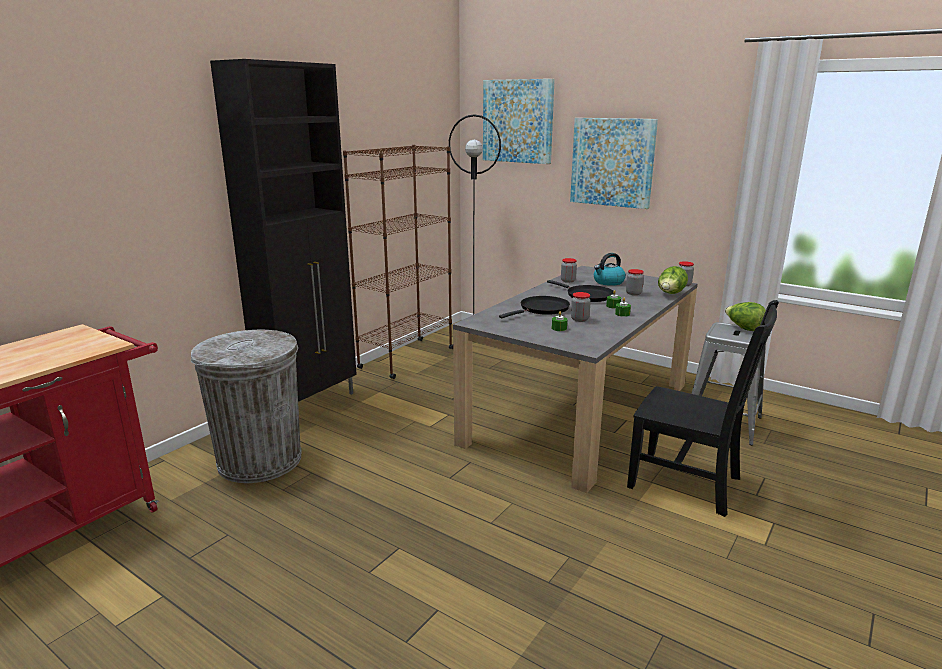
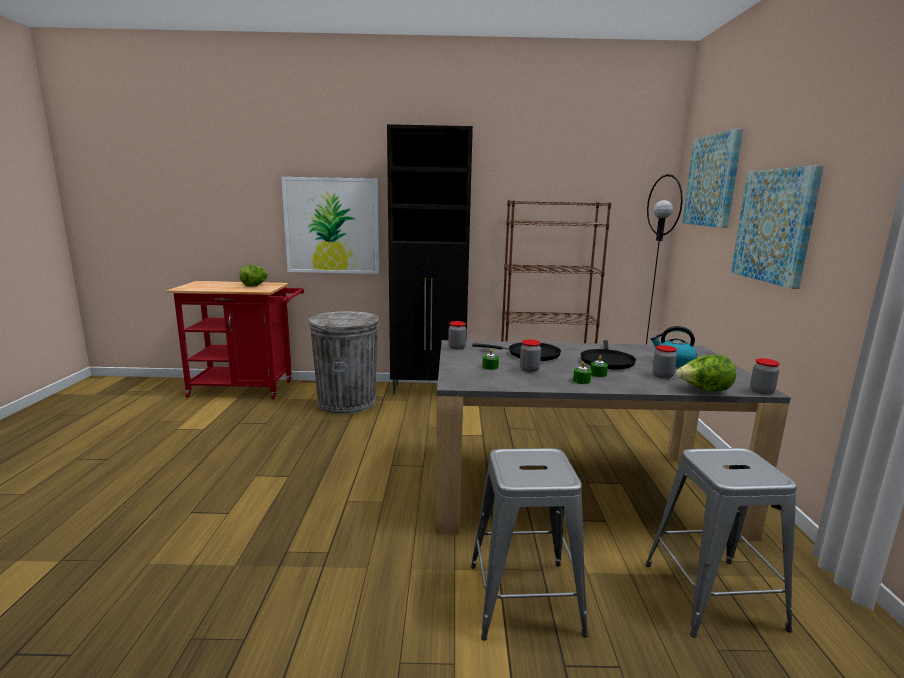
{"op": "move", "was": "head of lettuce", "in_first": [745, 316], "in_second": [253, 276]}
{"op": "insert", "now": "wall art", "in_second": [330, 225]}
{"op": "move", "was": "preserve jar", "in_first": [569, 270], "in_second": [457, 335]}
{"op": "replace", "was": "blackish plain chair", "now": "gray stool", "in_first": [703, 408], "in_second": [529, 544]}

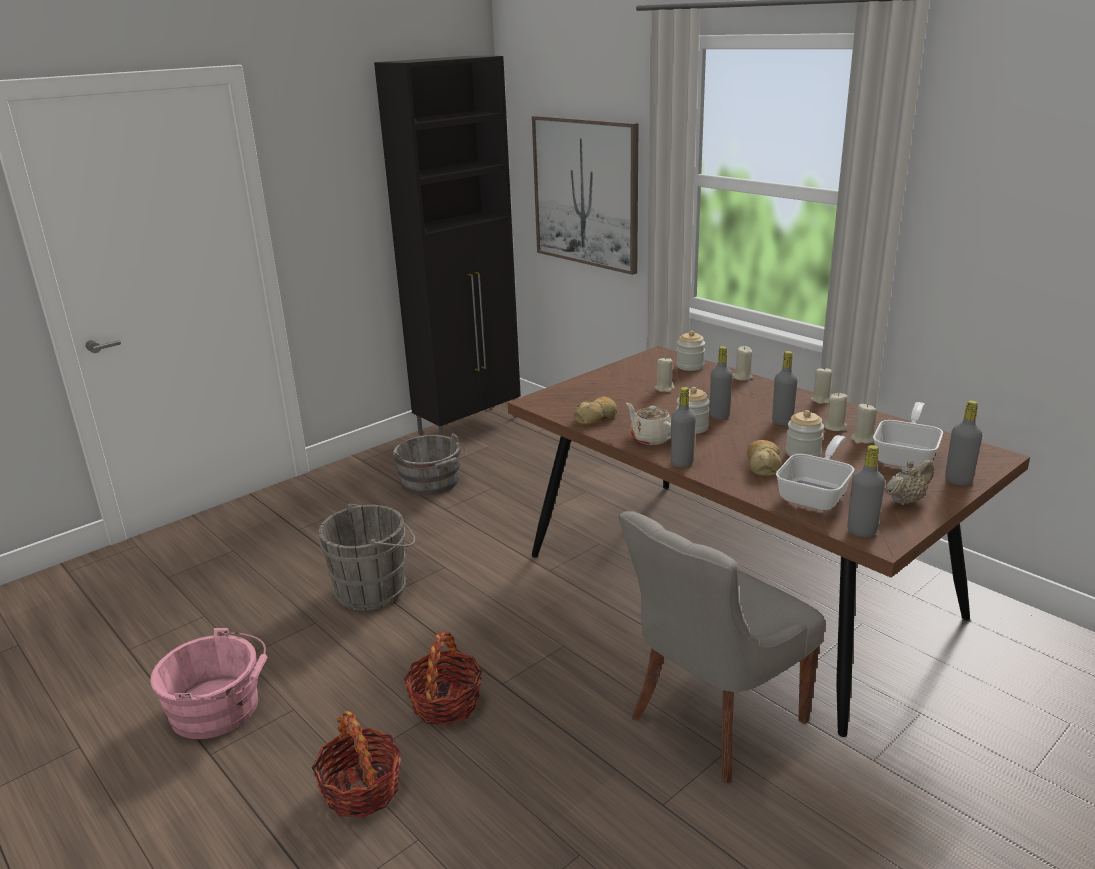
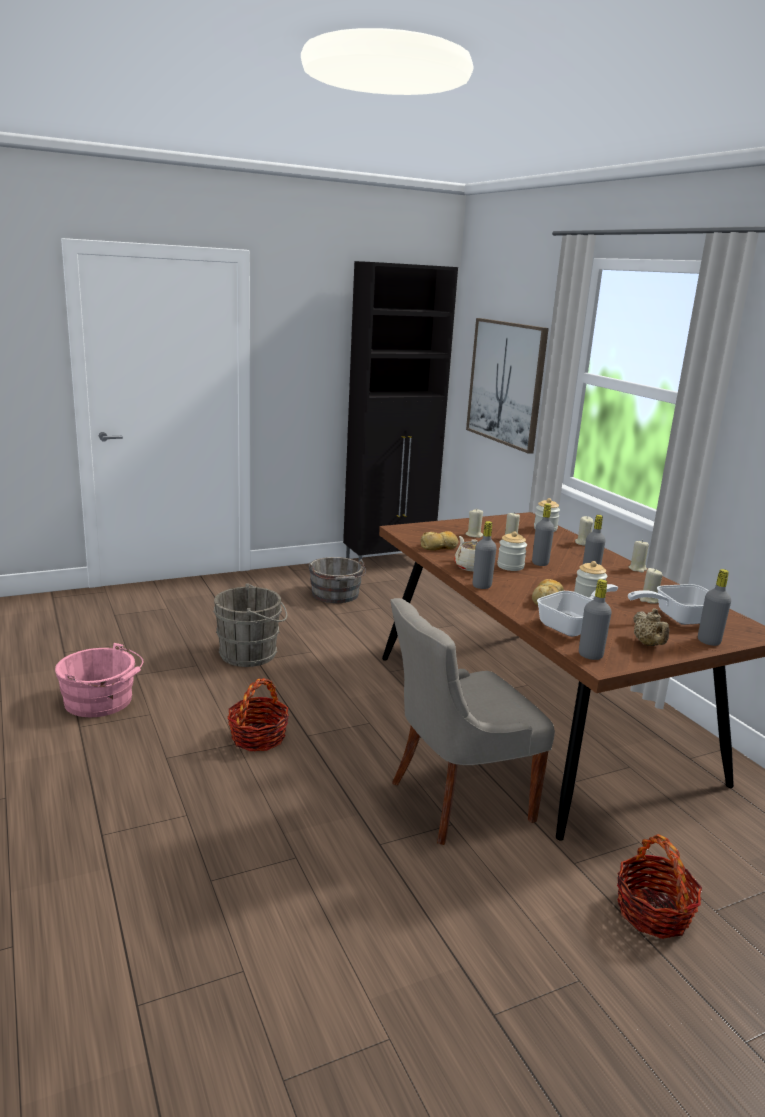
{"op": "move", "was": "sand-coloured wax candle", "in_first": [835, 412], "in_second": [474, 523]}
{"op": "move", "was": "household basket", "in_first": [357, 764], "in_second": [659, 886]}
{"op": "rotate", "was": "frying pan", "in_first": [908, 434], "in_second": [668, 604], "clockwise": -150}
{"op": "rotate", "was": "sand-coloured teapot", "in_first": [910, 482], "in_second": [651, 627], "clockwise": 90}

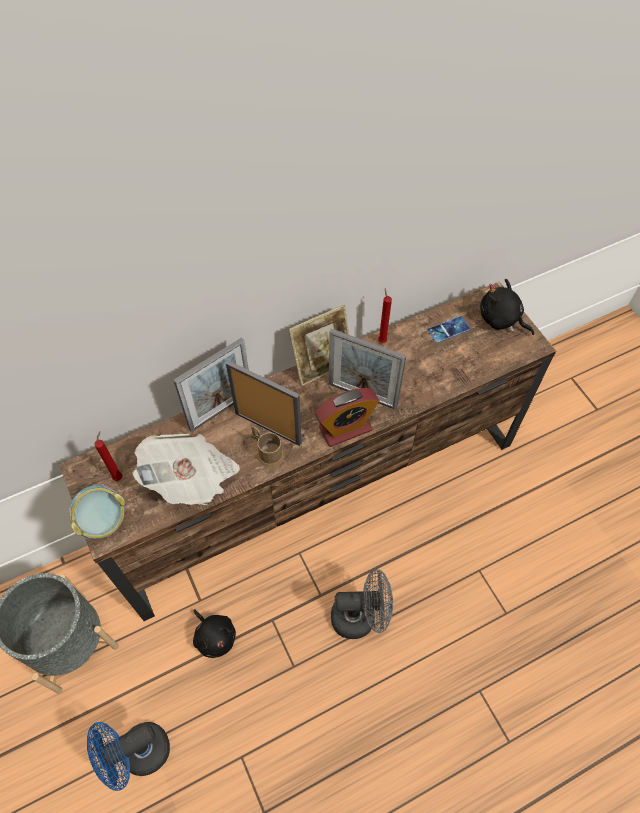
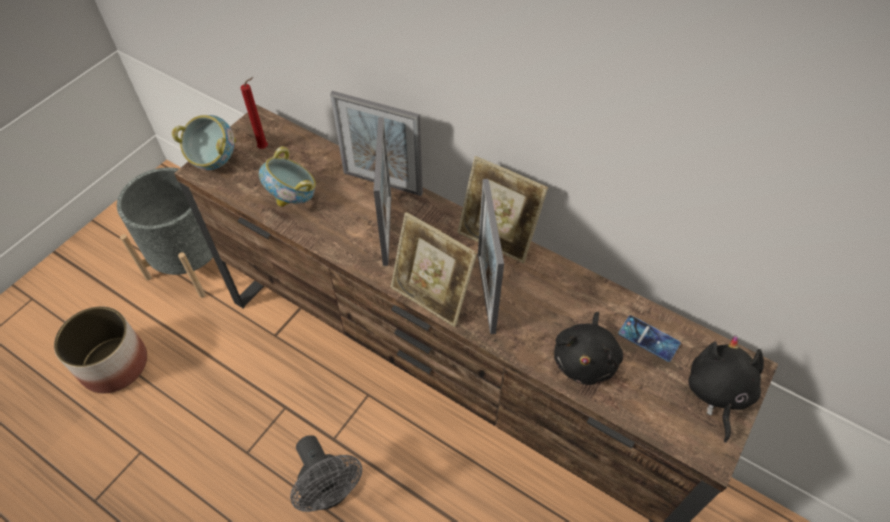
{"op": "replace", "was": "blue-coloured electric fan", "now": "planter", "in_first": [128, 756], "in_second": [100, 349]}
{"op": "replace", "was": "daily paper", "now": "bowl", "in_first": [186, 469], "in_second": [287, 176]}
{"op": "replace", "was": "table clock", "now": "photo frame", "in_first": [347, 417], "in_second": [434, 269]}
{"op": "move", "was": "blackish soft toy", "in_first": [214, 633], "in_second": [588, 348]}
{"op": "delete", "was": "brown tea mug", "in_first": [268, 447]}
{"op": "delete", "was": "reddish wax candle", "in_first": [385, 315]}

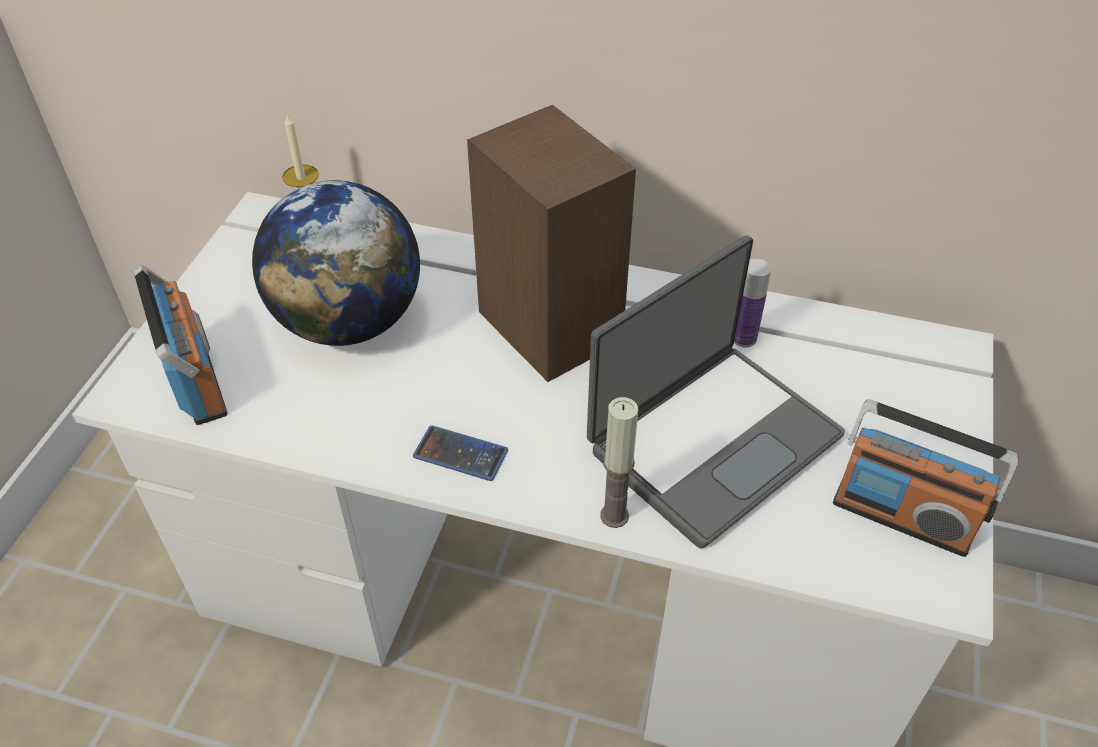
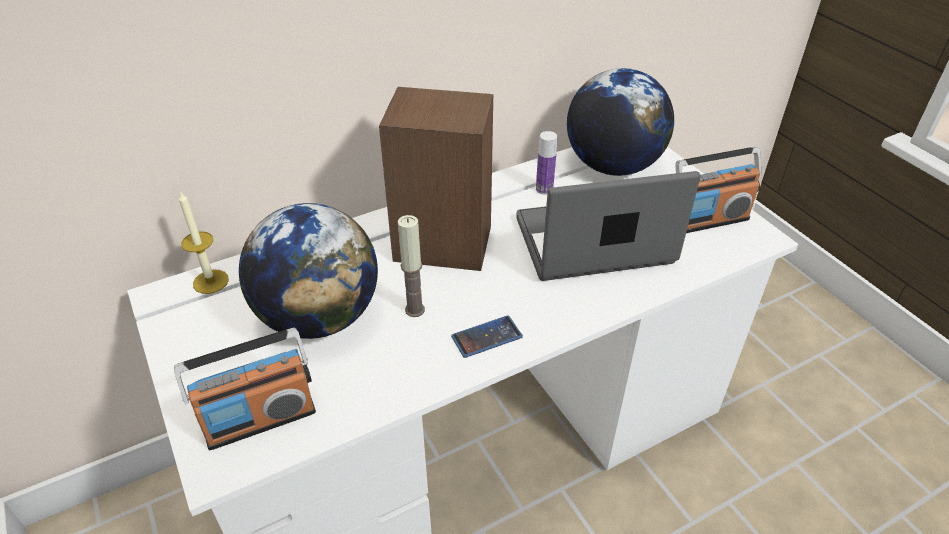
{"op": "rotate", "was": "radio receiver", "in_first": [181, 345], "in_second": [245, 388], "clockwise": 135}
{"op": "move", "was": "wax candle", "in_first": [619, 462], "in_second": [411, 266]}
{"op": "rotate", "was": "notebook computer", "in_first": [716, 391], "in_second": [608, 226], "clockwise": -105}
{"op": "insert", "now": "desk globe", "in_second": [620, 122]}

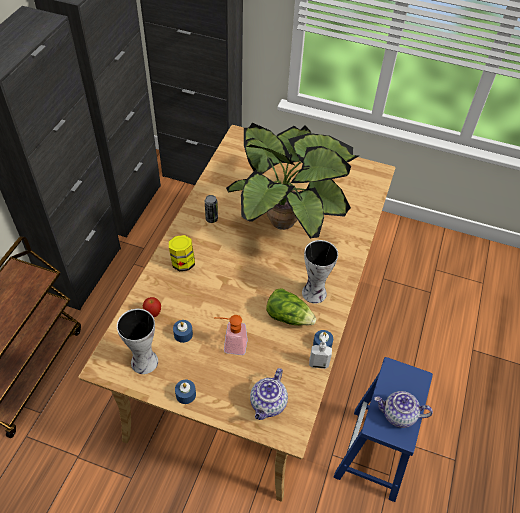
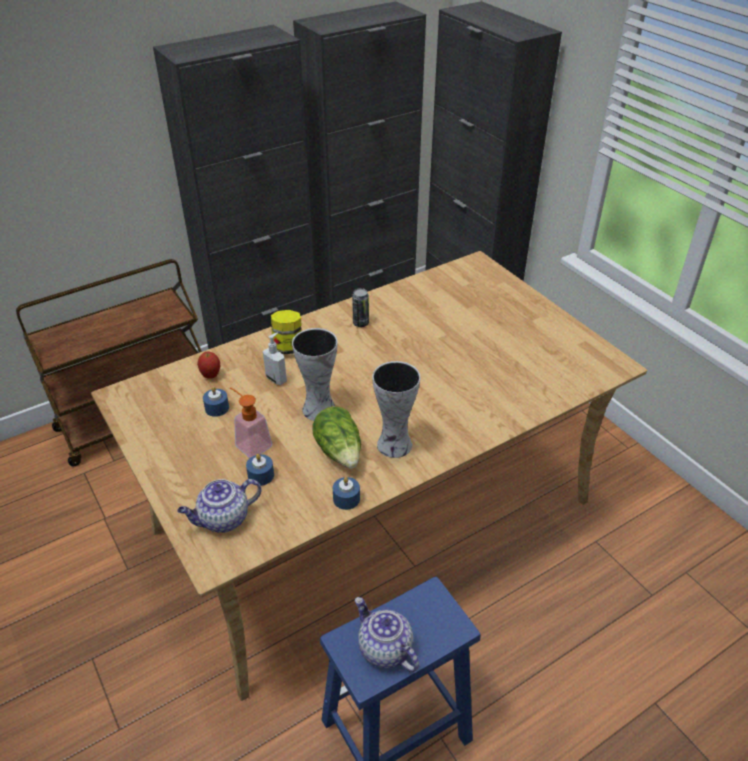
{"op": "move", "was": "blue-coloured wax candle", "in_first": [185, 392], "in_second": [260, 470]}
{"op": "move", "was": "soap dispenser", "in_first": [320, 351], "in_second": [275, 359]}
{"op": "move", "was": "decorative vase", "in_first": [137, 341], "in_second": [315, 374]}
{"op": "delete", "was": "potted plant", "in_first": [292, 181]}

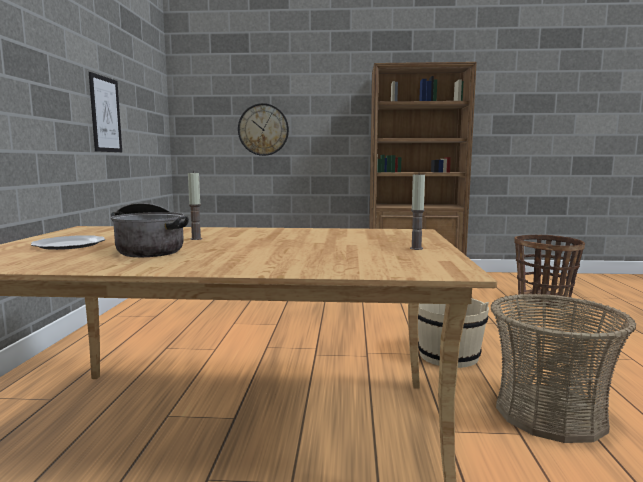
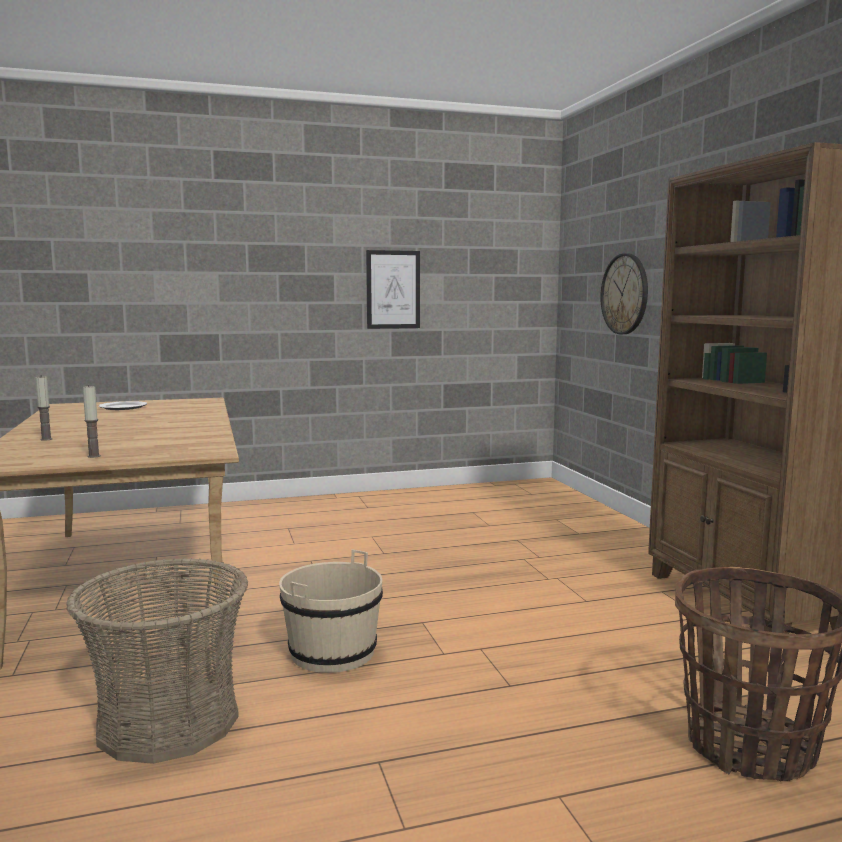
{"op": "move", "was": "wax candle", "in_first": [195, 205], "in_second": [44, 409]}
{"op": "delete", "was": "saucepot", "in_first": [150, 230]}

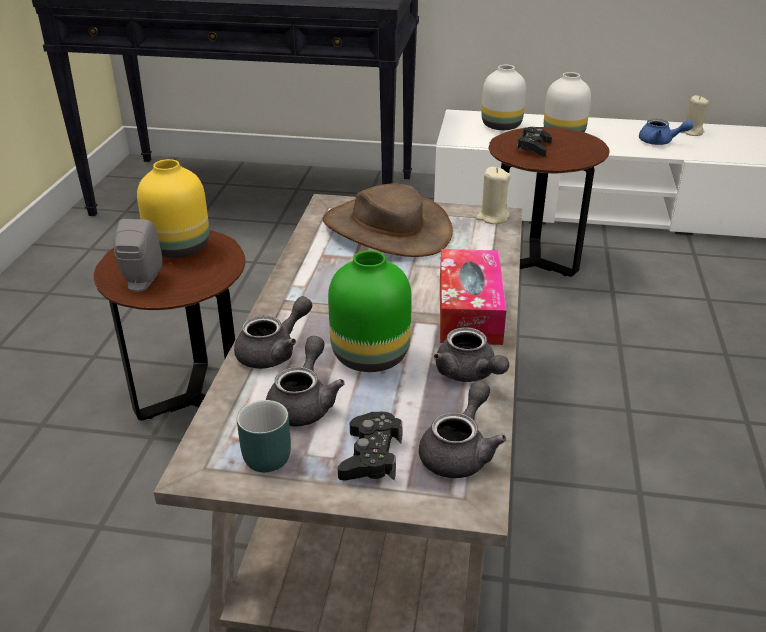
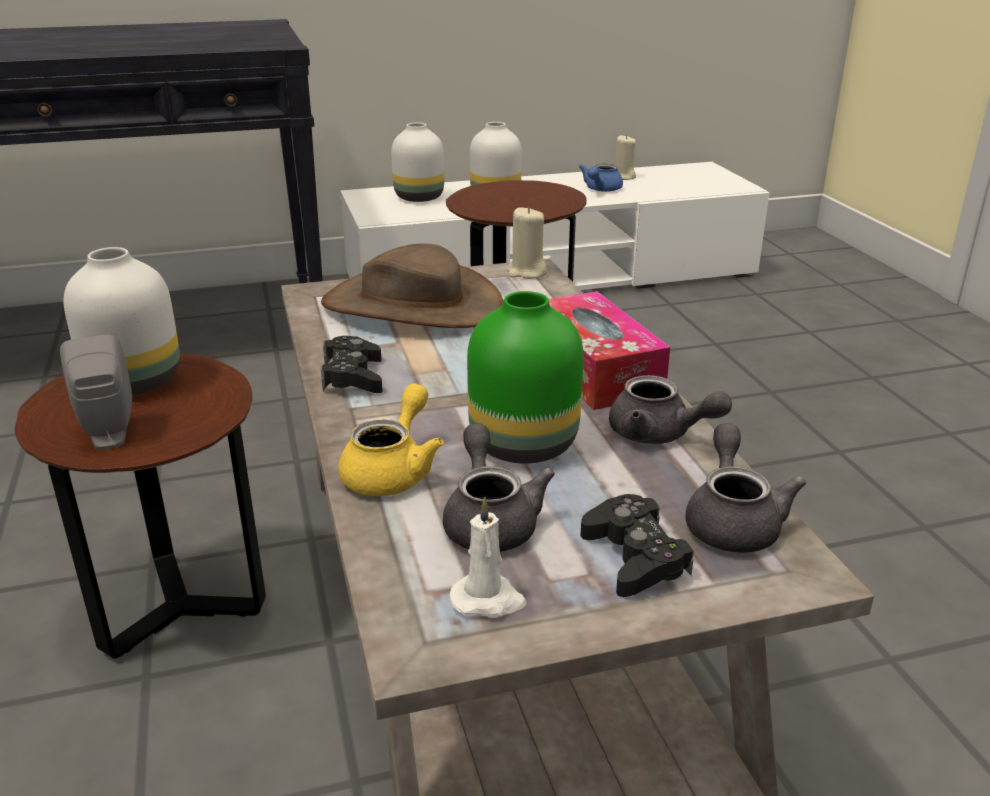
{"op": "recolor", "was": "yellow decorative vase", "now": "white decorative vase", "in_first": [173, 208], "in_second": [122, 321]}
{"op": "move", "was": "blackish joypad", "in_first": [534, 142], "in_second": [352, 364]}
{"op": "recolor", "was": "gray teapot", "now": "yellow teapot", "in_first": [273, 332], "in_second": [391, 440]}
{"op": "replace", "was": "blue-green tea mug", "now": "white wax candle", "in_first": [264, 436], "in_second": [488, 557]}
{"op": "rotate", "was": "blue-coloured teapot", "in_first": [666, 132], "in_second": [601, 178], "clockwise": 120}

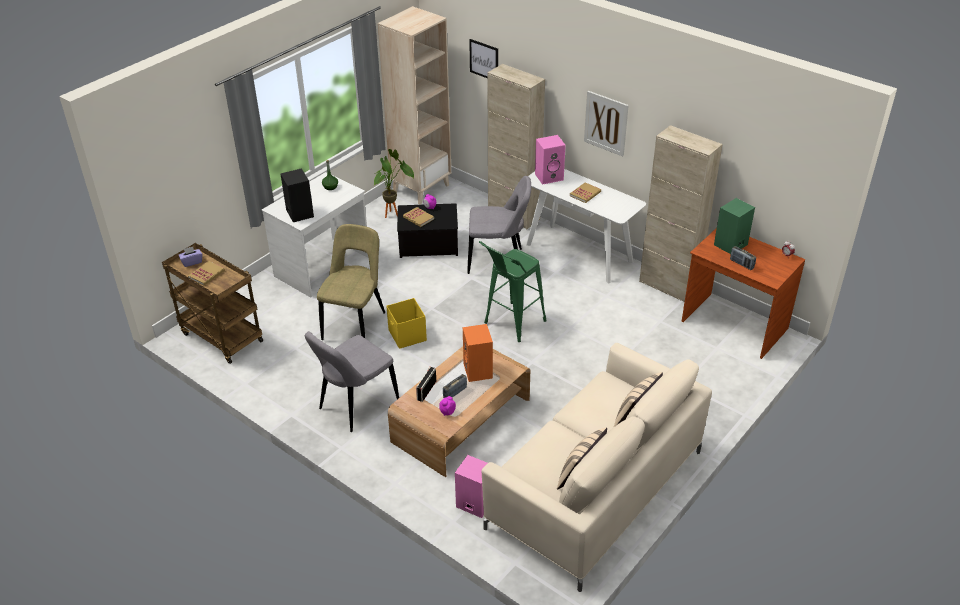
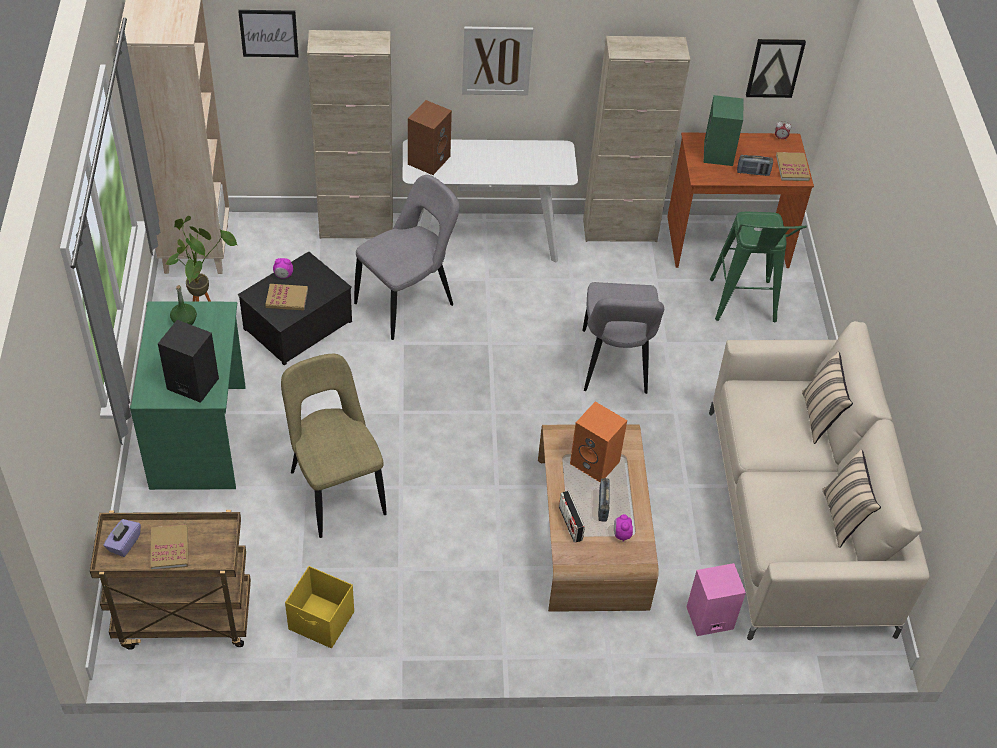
{"op": "recolor", "was": "white desk unit", "now": "green-coloured desk unit", "in_first": [315, 235], "in_second": [188, 395]}
{"op": "move", "was": "yellow storage container", "in_first": [406, 323], "in_second": [319, 607]}
{"op": "recolor", "was": "pink-coloured audio speaker", "now": "brown audio speaker", "in_first": [550, 160], "in_second": [430, 137]}
{"op": "move", "was": "gray plain chair", "in_first": [352, 381], "in_second": [623, 338]}
{"op": "move", "was": "green-coloured stool", "in_first": [513, 291], "in_second": [758, 267]}
{"op": "insert", "now": "wall art", "in_second": [776, 68]}
{"op": "move", "was": "bound book", "in_first": [585, 192], "in_second": [793, 166]}

